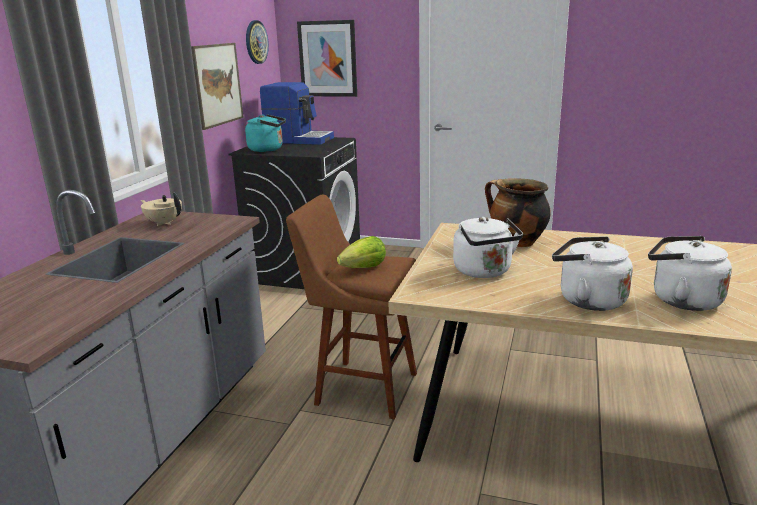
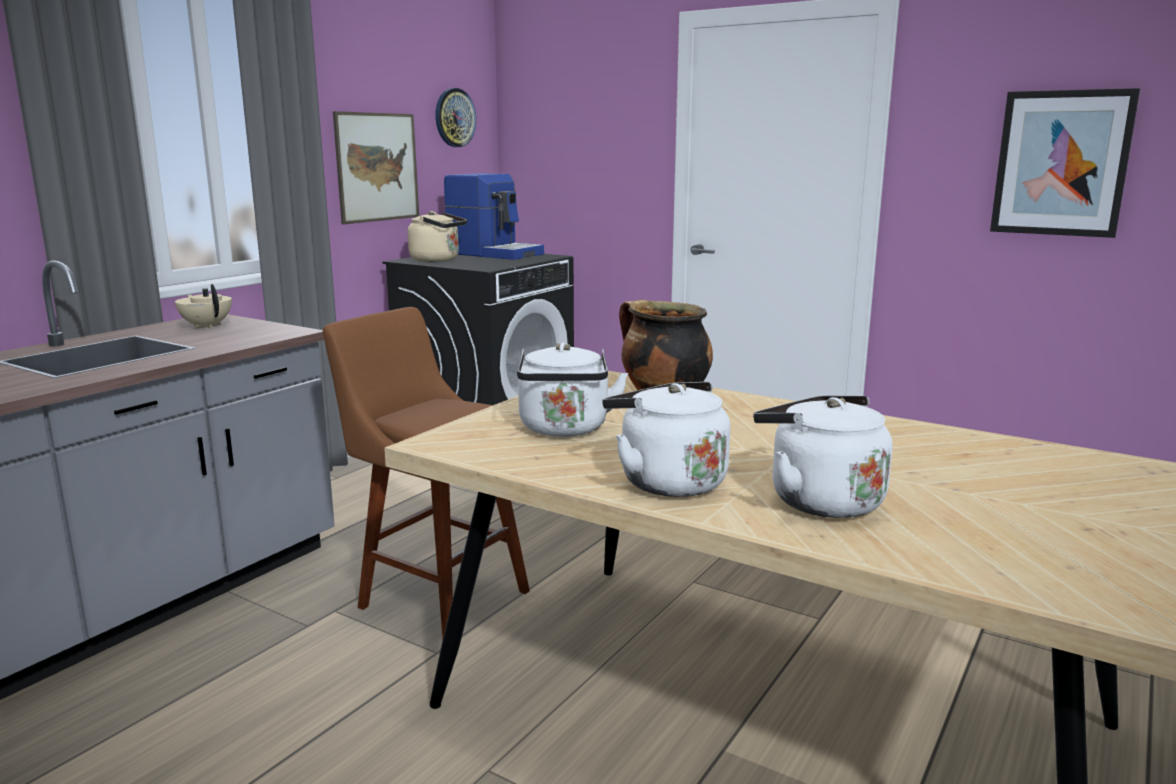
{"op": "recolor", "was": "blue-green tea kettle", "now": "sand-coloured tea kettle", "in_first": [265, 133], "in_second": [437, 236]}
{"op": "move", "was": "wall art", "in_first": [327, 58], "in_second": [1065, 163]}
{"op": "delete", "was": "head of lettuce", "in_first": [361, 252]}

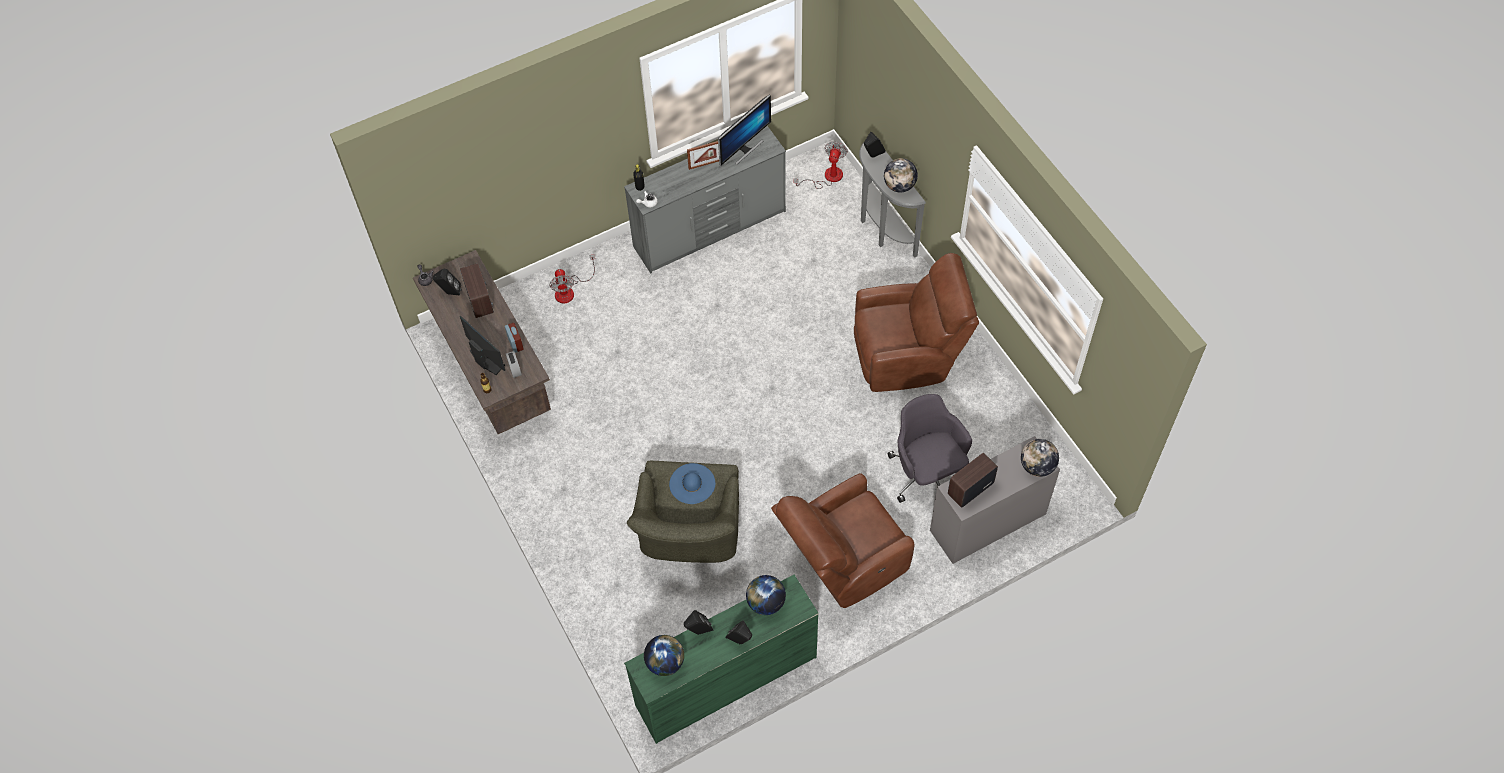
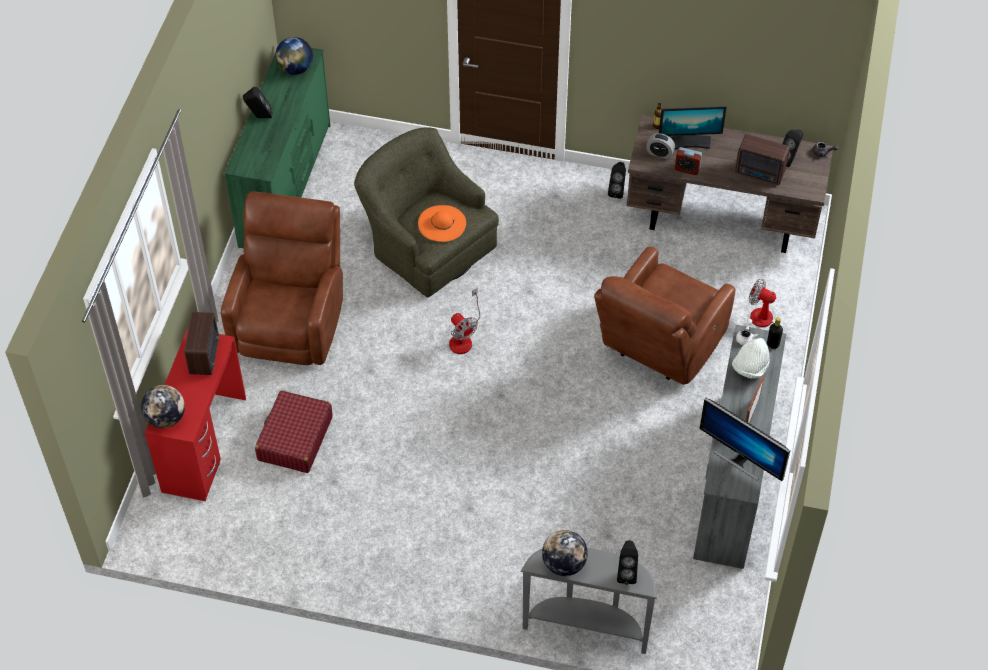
{"op": "recolor", "was": "gray desk unit", "now": "reddish desk unit", "in_first": [995, 500], "in_second": [195, 414]}
{"op": "replace", "was": "gray computer chair", "now": "reddish piece of luggage", "in_first": [930, 448], "in_second": [294, 431]}
{"op": "recolor", "was": "blue-coloured clothing hat", "now": "orange clothing hat", "in_first": [692, 483], "in_second": [442, 223]}
{"op": "move", "was": "electric fan", "in_first": [820, 165], "in_second": [464, 321]}
{"op": "move", "was": "brown armchair", "in_first": [916, 322], "in_second": [665, 315]}
{"op": "move", "was": "blackish audio speaker", "in_first": [698, 622], "in_second": [617, 180]}
{"op": "rotate", "was": "monitor", "in_first": [744, 130], "in_second": [745, 439], "clockwise": -45}
{"op": "insert", "now": "white clothing hat", "in_second": [751, 358]}
{"op": "delete", "was": "desk globe", "in_first": [766, 595]}

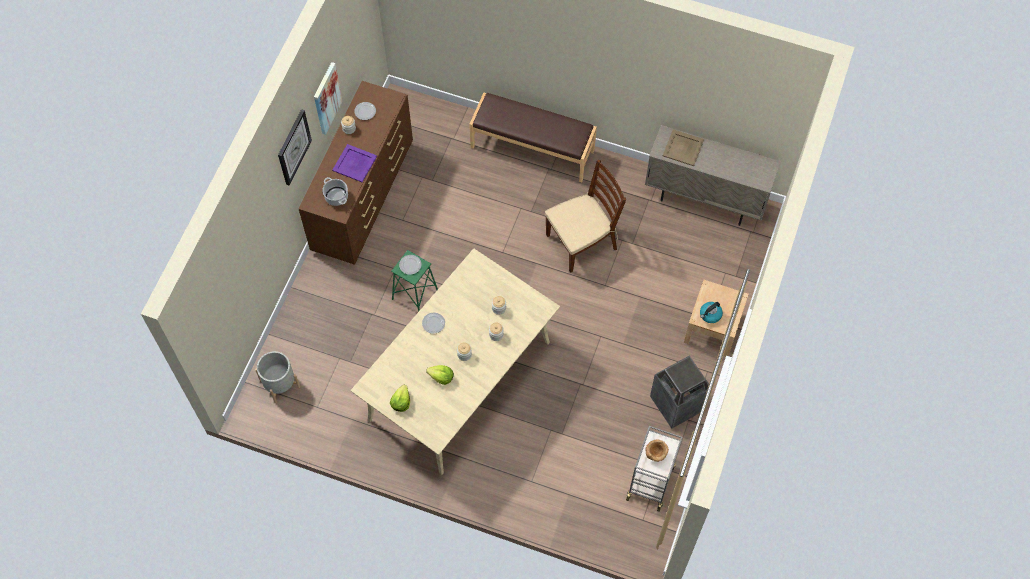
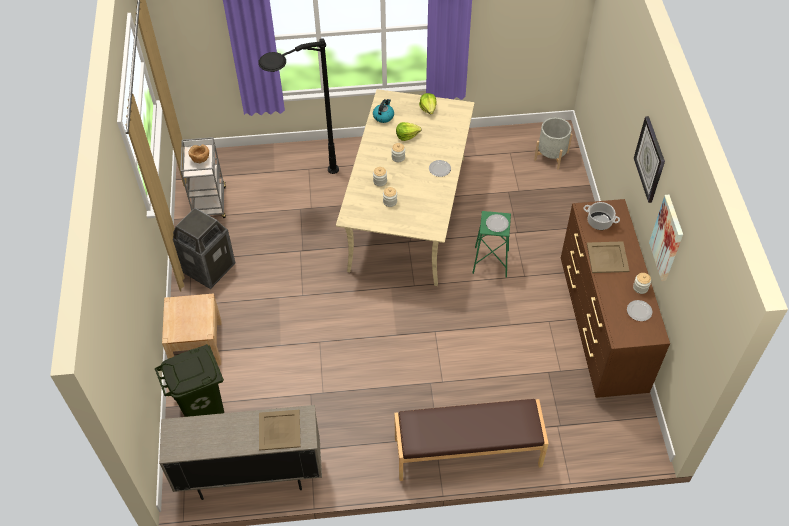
{"op": "insert", "now": "green-coloured waste bin", "in_second": [189, 380]}
{"op": "insert", "now": "blackish standard lamp", "in_second": [298, 106]}
{"op": "move", "was": "tea kettle", "in_first": [711, 312], "in_second": [383, 111]}
{"op": "recolor", "was": "purplish tray", "now": "sand-coloured tray", "in_first": [354, 163], "in_second": [608, 257]}
{"op": "delete", "was": "brown plain chair", "in_first": [585, 216]}

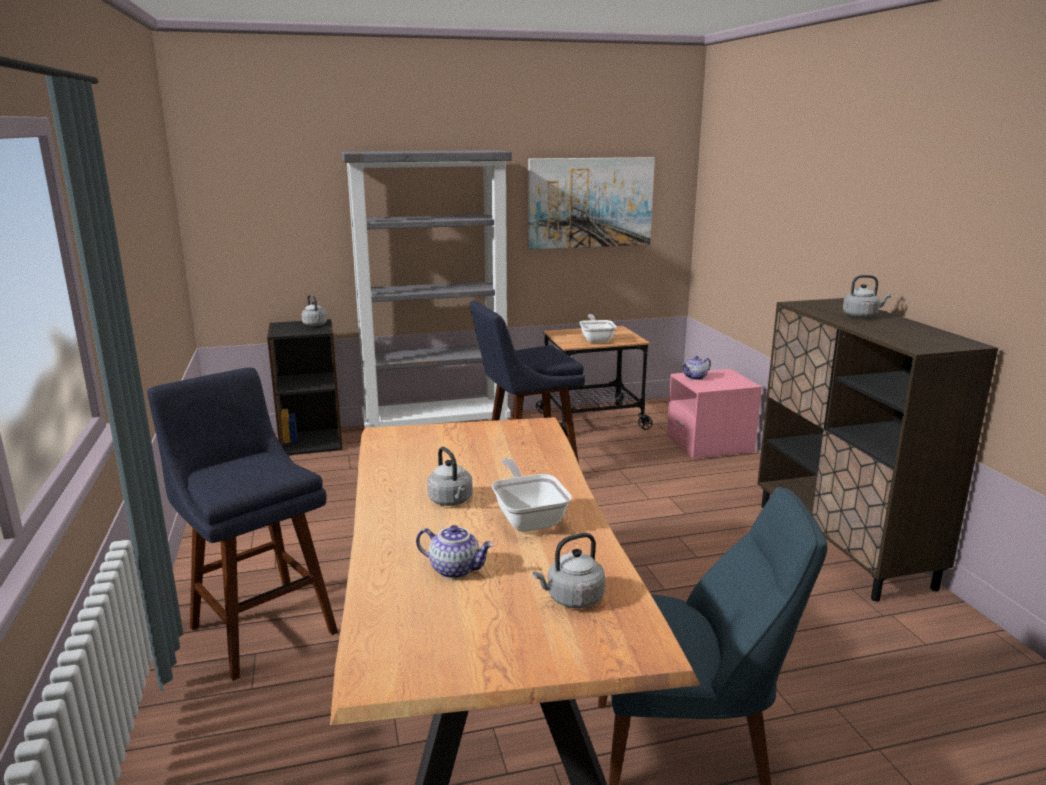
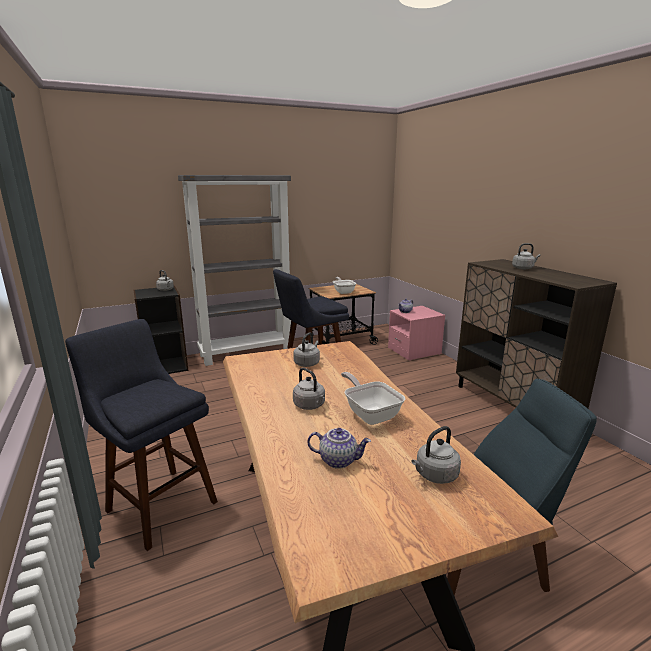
{"op": "insert", "now": "gray tea kettle", "in_second": [306, 349]}
{"op": "delete", "was": "wall art", "in_first": [591, 203]}

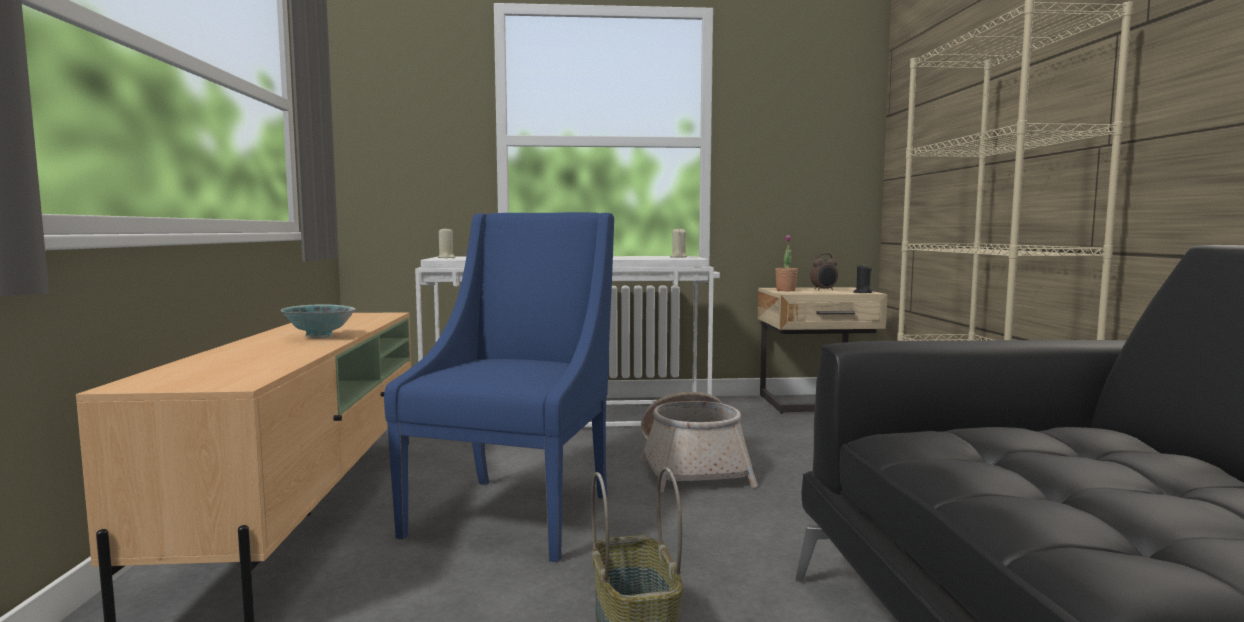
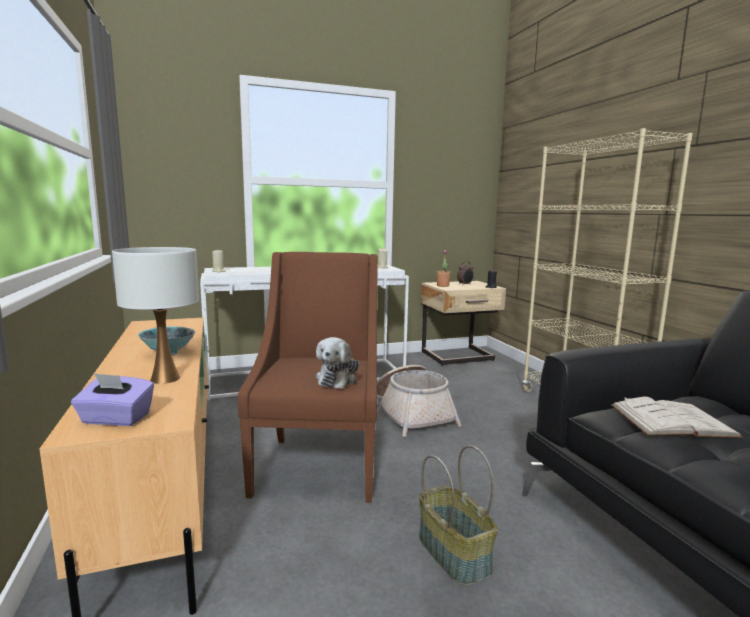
{"op": "insert", "now": "purplish box of tissues", "in_second": [112, 399]}
{"op": "insert", "now": "white lamp for a table", "in_second": [155, 315]}
{"op": "recolor", "was": "blue-coloured armchair", "now": "brown armchair", "in_first": [499, 387], "in_second": [308, 377]}
{"op": "insert", "now": "soft toy", "in_second": [337, 363]}
{"op": "insert", "now": "white bound book", "in_second": [677, 417]}

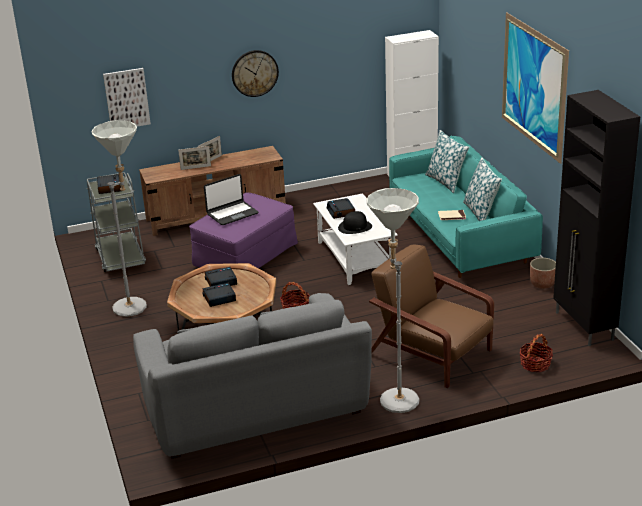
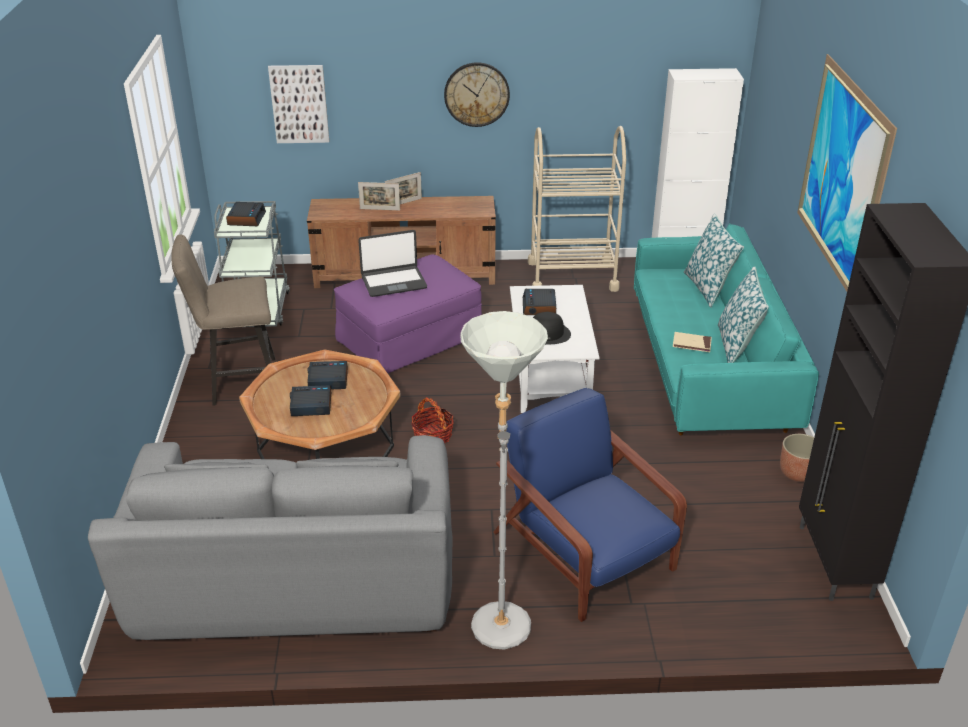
{"op": "replace", "was": "gray standard lamp", "now": "sand-coloured stool", "in_first": [119, 218], "in_second": [223, 320]}
{"op": "recolor", "was": "brown armchair", "now": "blue-coloured armchair", "in_first": [431, 316], "in_second": [590, 505]}
{"op": "insert", "now": "sand-coloured trolley", "in_second": [577, 209]}
{"op": "delete", "was": "household basket", "in_first": [536, 353]}

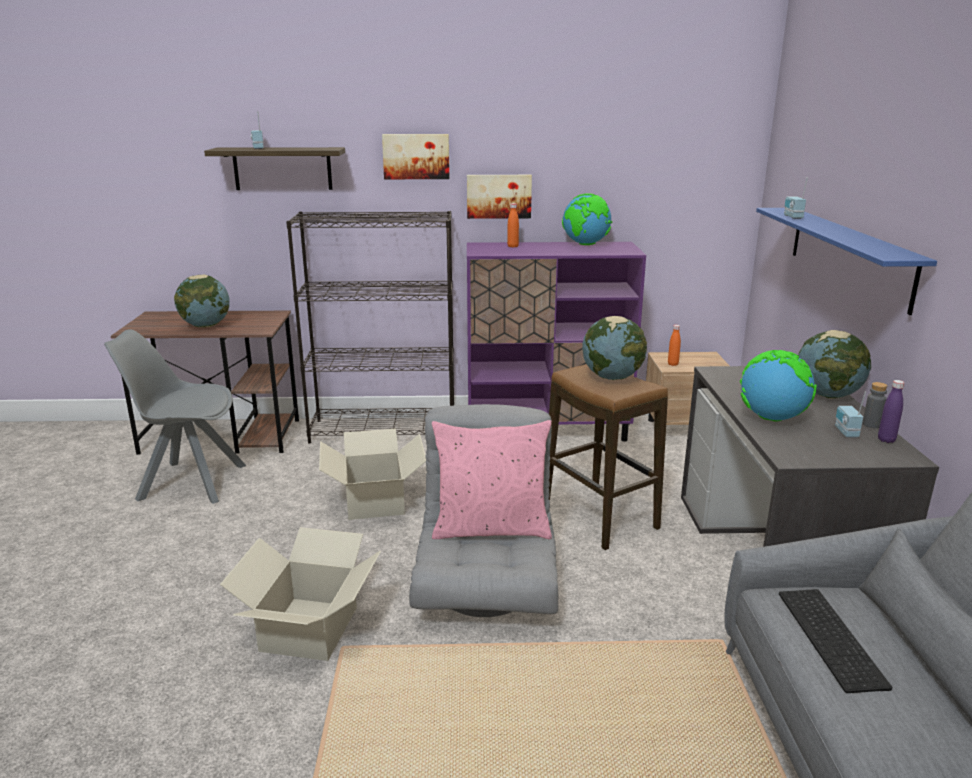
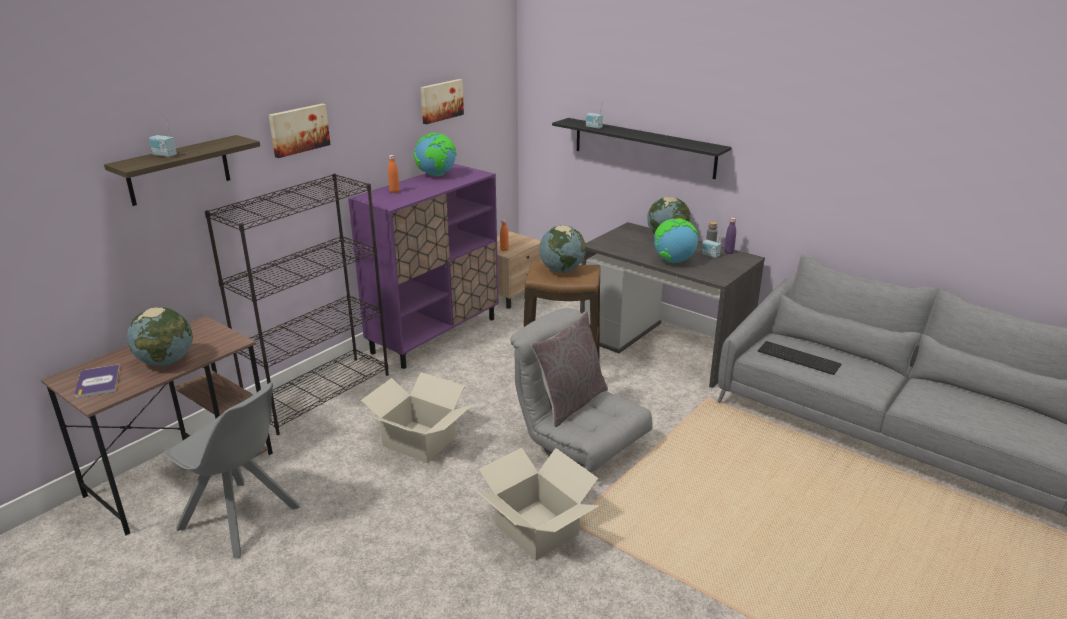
{"op": "insert", "now": "bound book", "in_second": [98, 381]}
{"op": "rotate", "was": "gray plain chair", "in_first": [175, 416], "in_second": [231, 470], "clockwise": -105}
{"op": "move", "was": "wall art", "in_first": [499, 197], "in_second": [442, 101]}
{"op": "recolor", "was": "pink-coloured cushion", "now": "gray cushion", "in_first": [492, 479], "in_second": [569, 369]}
{"op": "recolor", "was": "blue-coloured shelf", "now": "blackish shelf", "in_first": [846, 261], "in_second": [642, 148]}

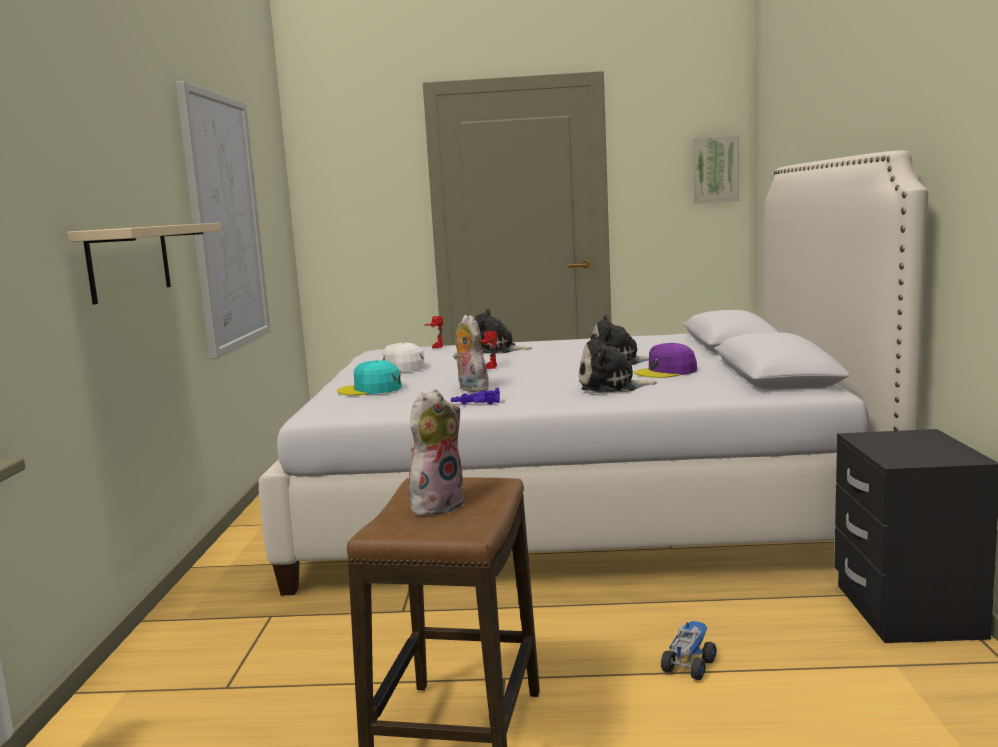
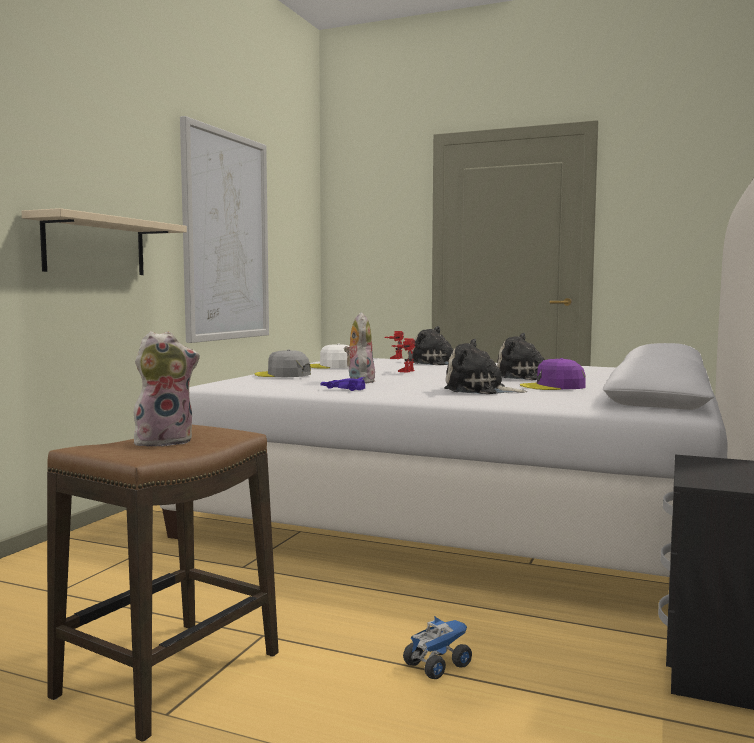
{"op": "recolor", "was": "blue-green cap", "now": "gray cap", "in_first": [369, 378], "in_second": [283, 363]}
{"op": "delete", "was": "wall art", "in_first": [716, 169]}

